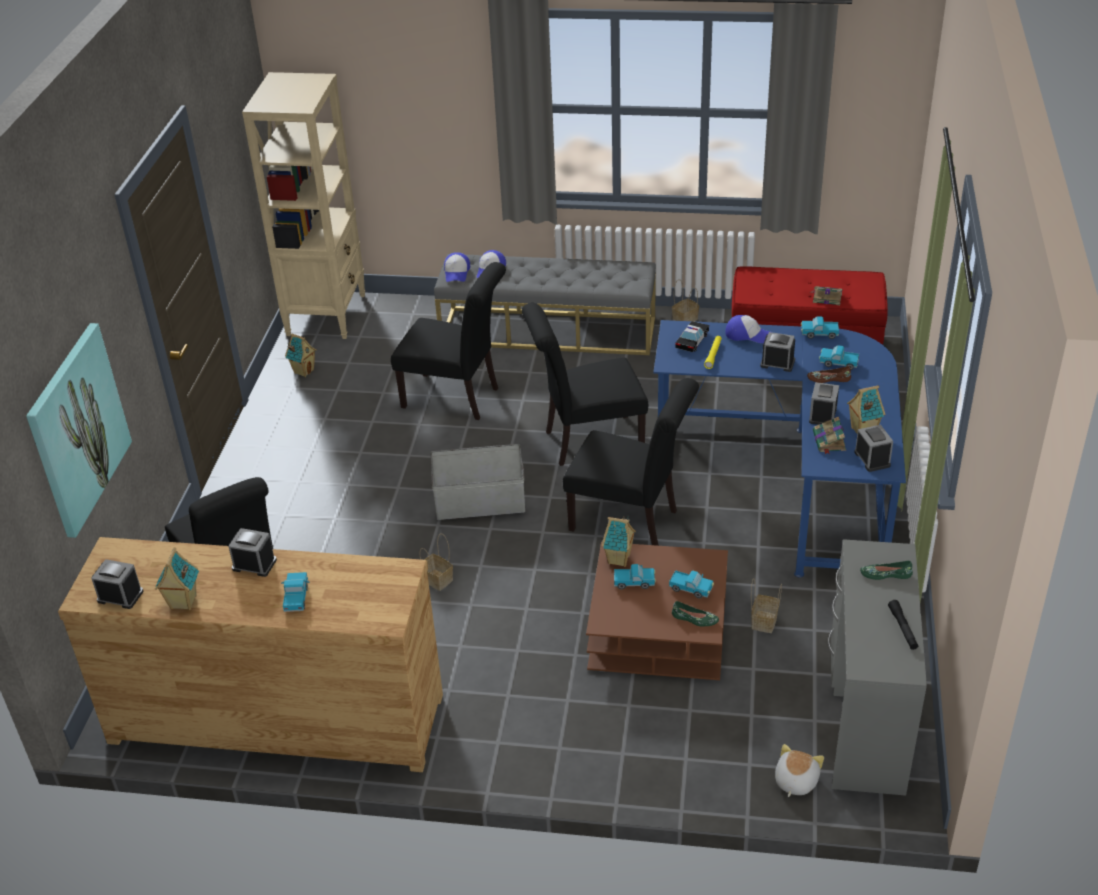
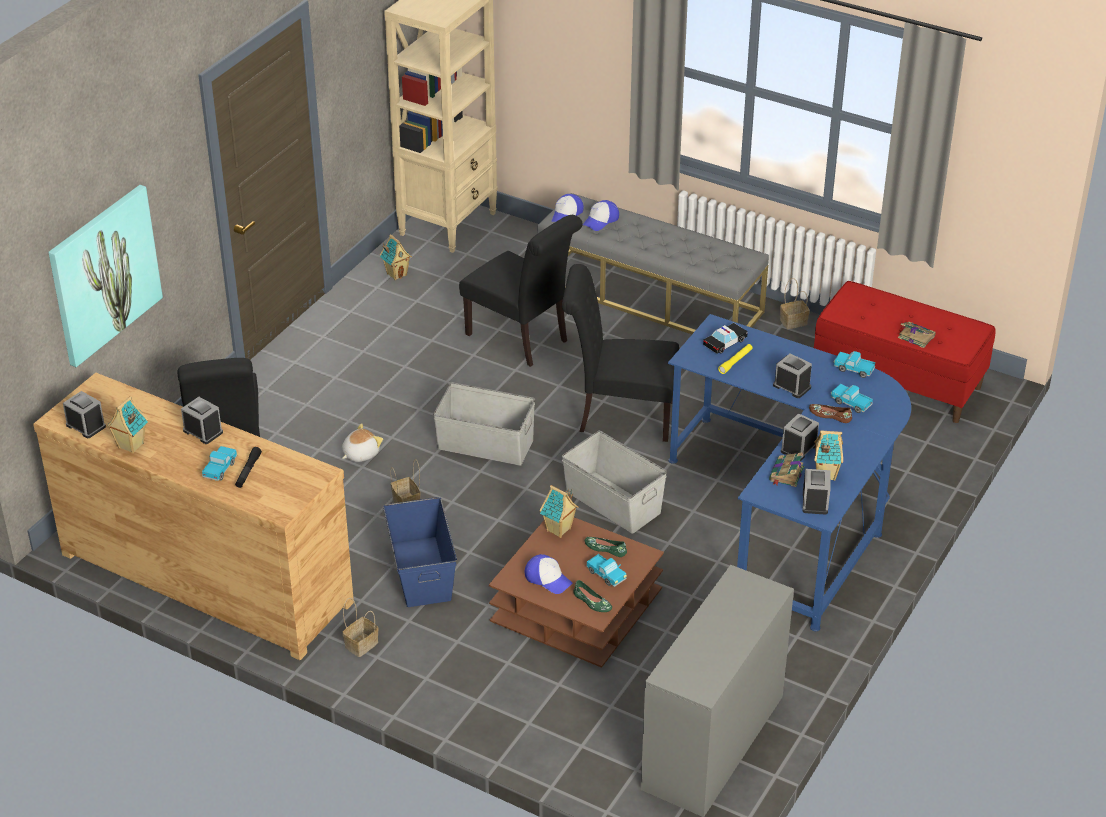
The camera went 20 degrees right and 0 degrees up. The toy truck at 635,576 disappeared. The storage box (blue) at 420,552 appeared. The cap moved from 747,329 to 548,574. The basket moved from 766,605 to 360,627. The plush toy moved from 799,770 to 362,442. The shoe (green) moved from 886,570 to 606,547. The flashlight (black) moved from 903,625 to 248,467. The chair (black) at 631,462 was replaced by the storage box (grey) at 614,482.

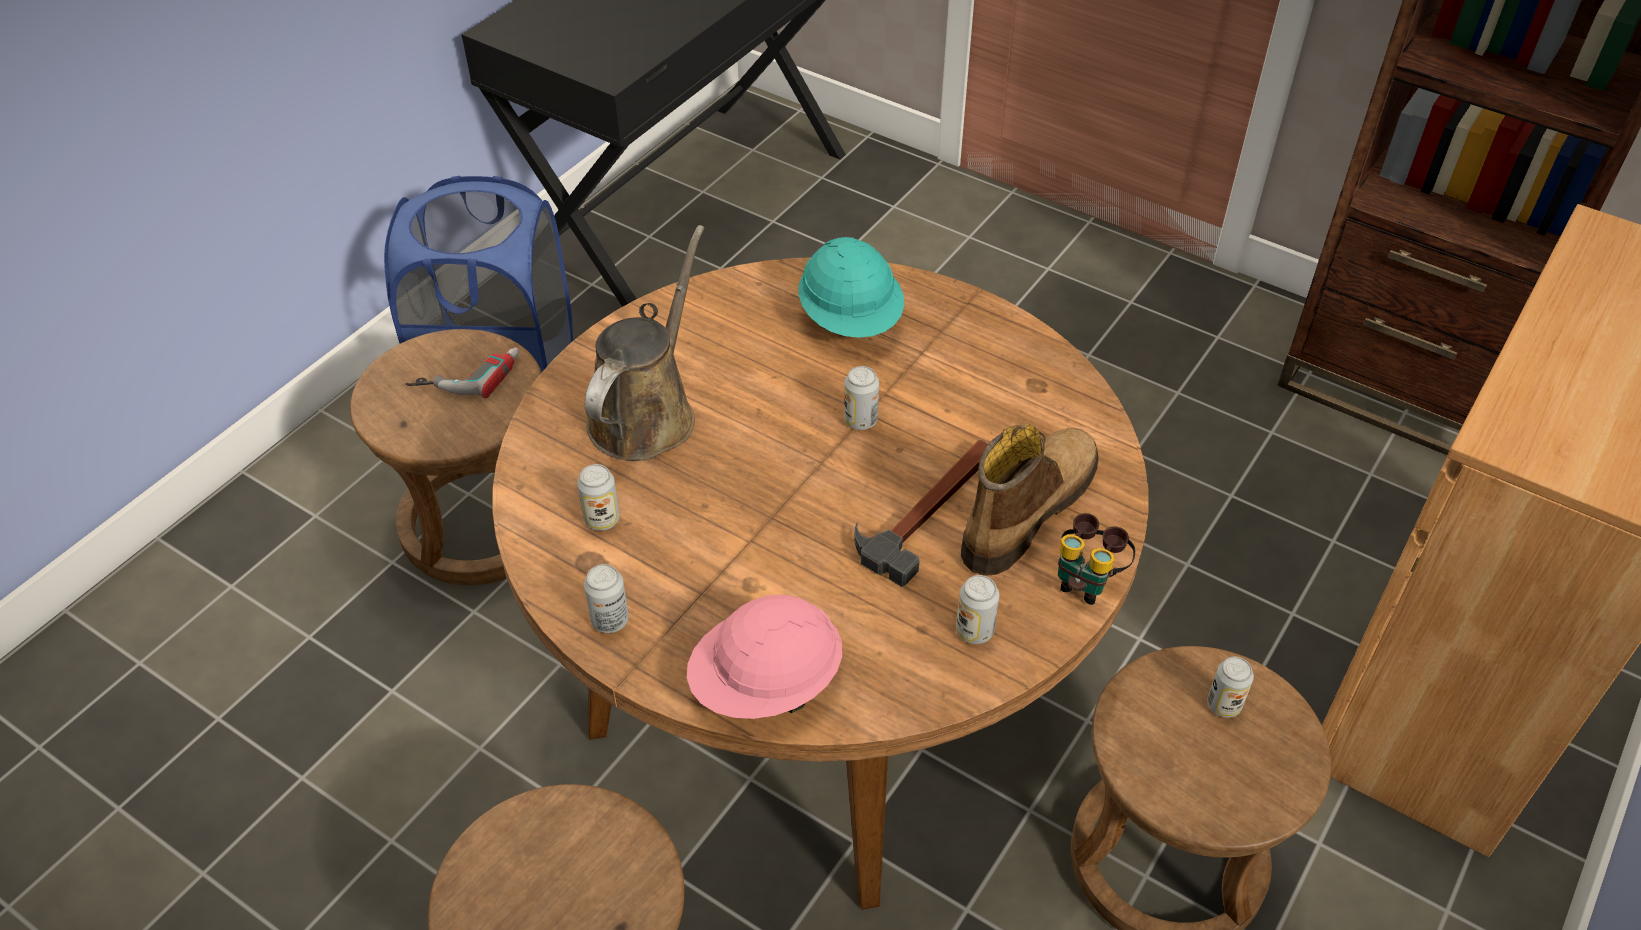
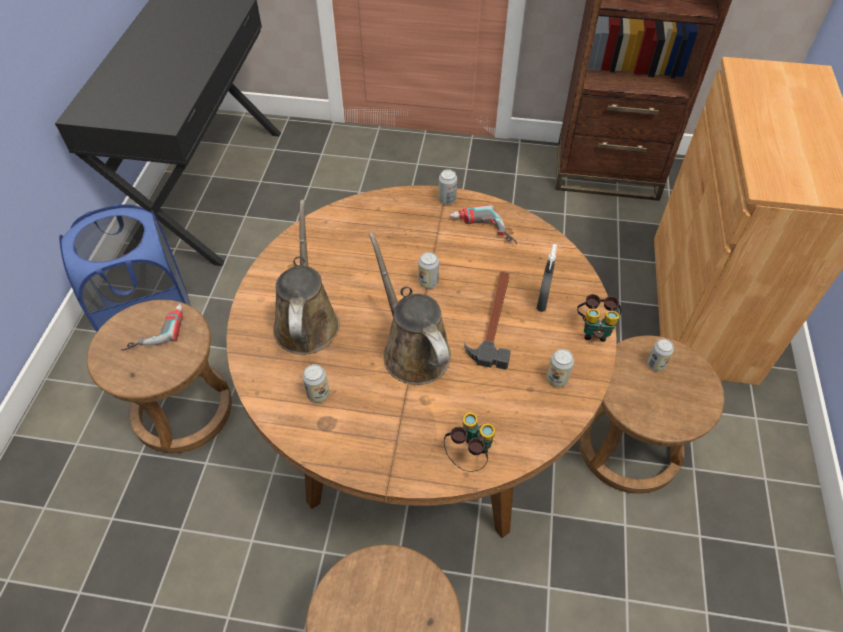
The camera went 25 degrees left and 5 degrees up. The hard hat (turquoise) at 851,287 disappeared. The watering can (brown) at 410,308 appeared. The power drill at 483,225 appeared. The can moved from 606,598 to 447,187. The hard hat (pink) at 764,657 was replaced by the binoculars at 469,442. The boot at 1030,500 was replaced by the spray bottle (grey) at 546,278.

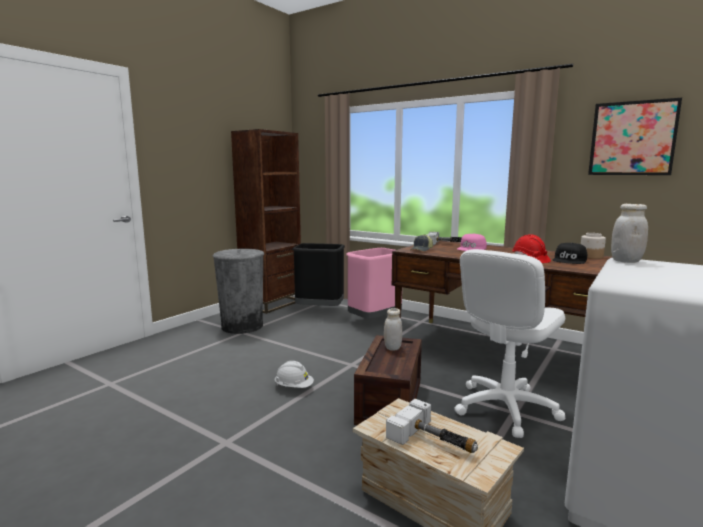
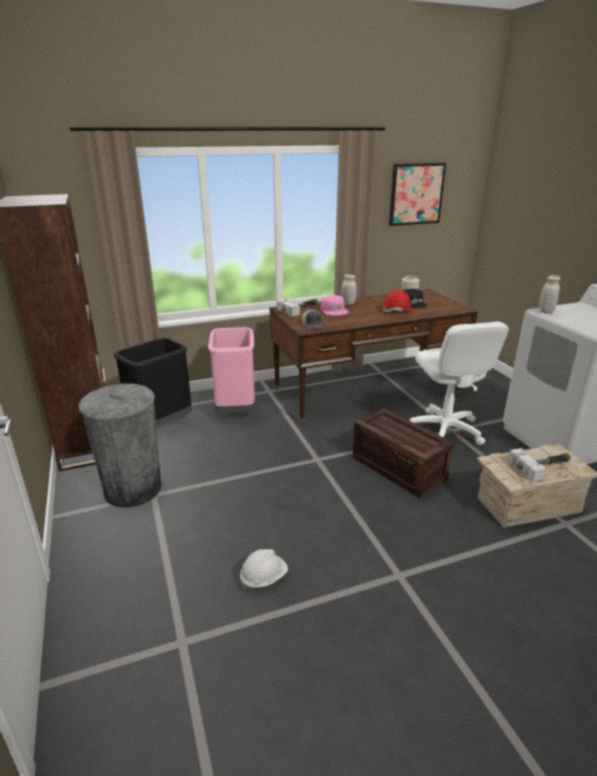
The camera went 55 degrees left and 15 degrees up. The hard hat (white) moved from 294,374 to 264,569. The jar (white) moved from 393,329 to 349,289.

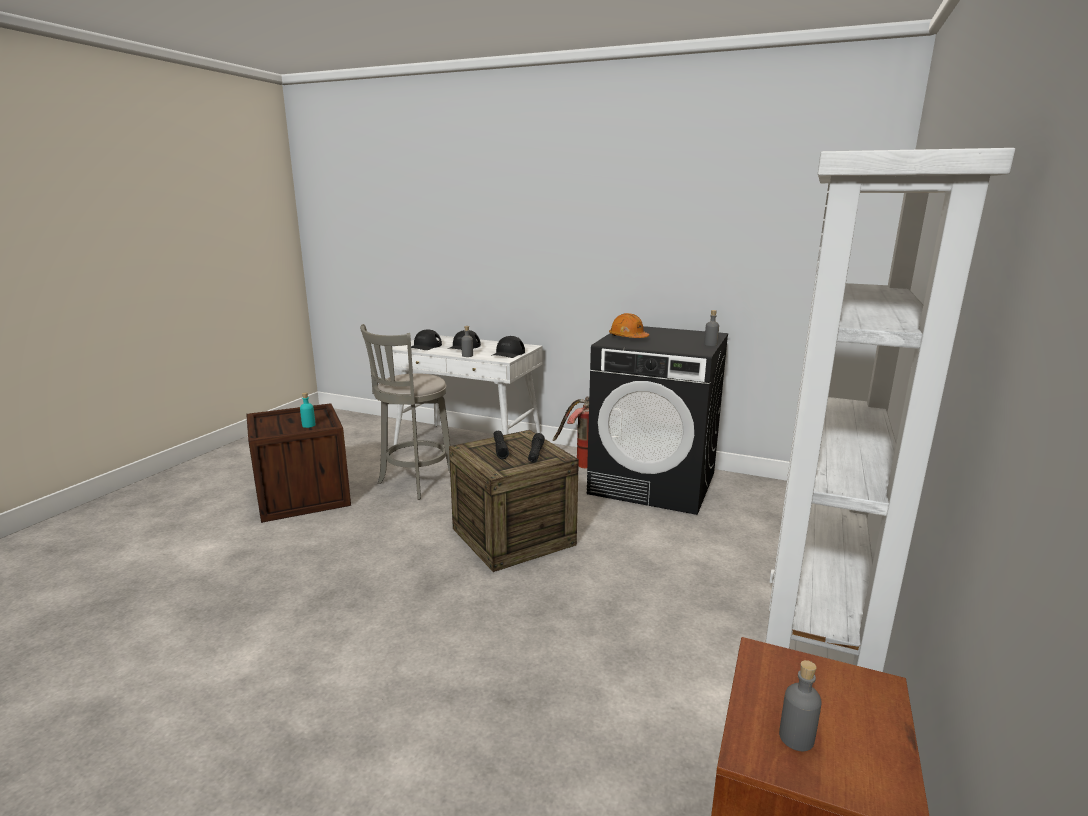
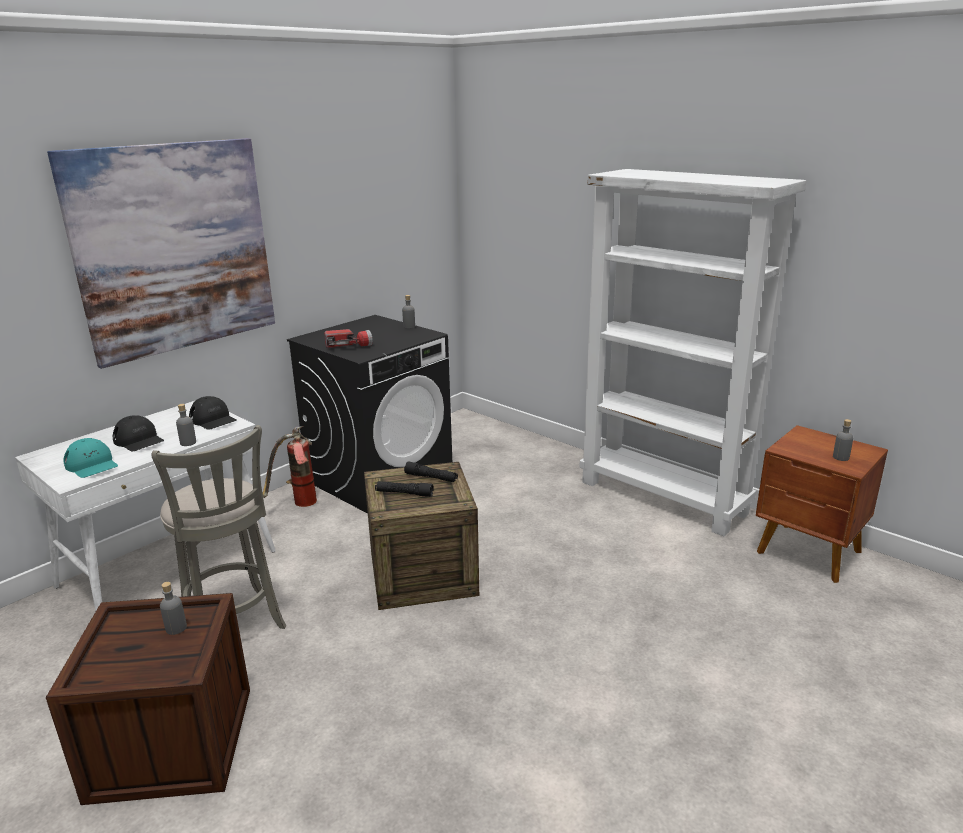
The camera went 70 degrees left and 5 degrees up. The picture at 161,253 appeared. The hard hat (orange) at 629,325 was replaced by the flashlight at 348,338. The bottle (turquoise) at 308,410 became the bottle (grey) at 173,608. The cap (black) at 426,339 became the cap (turquoise) at 90,458.

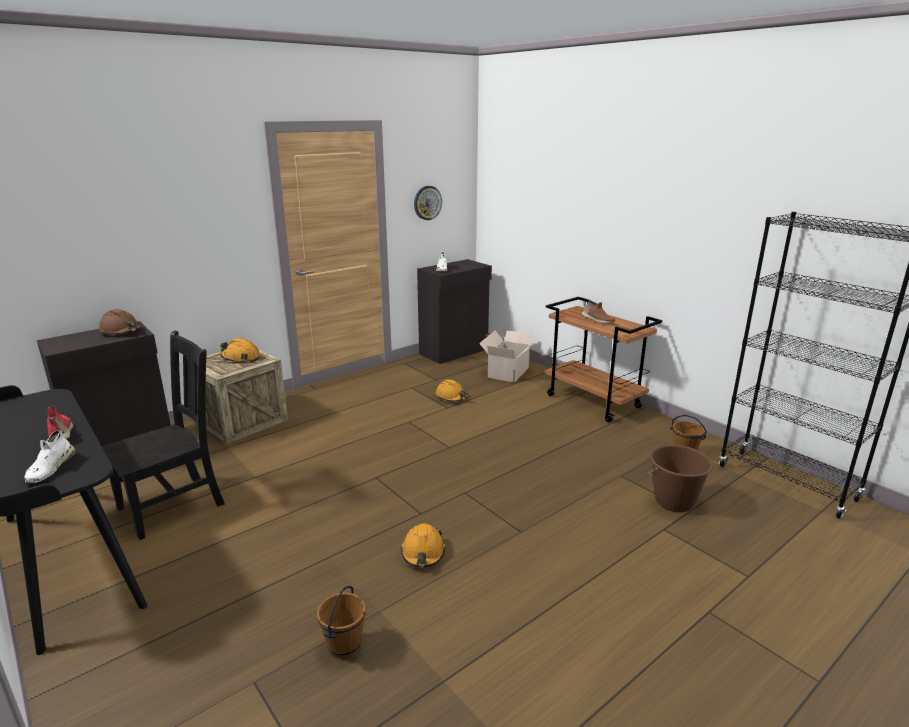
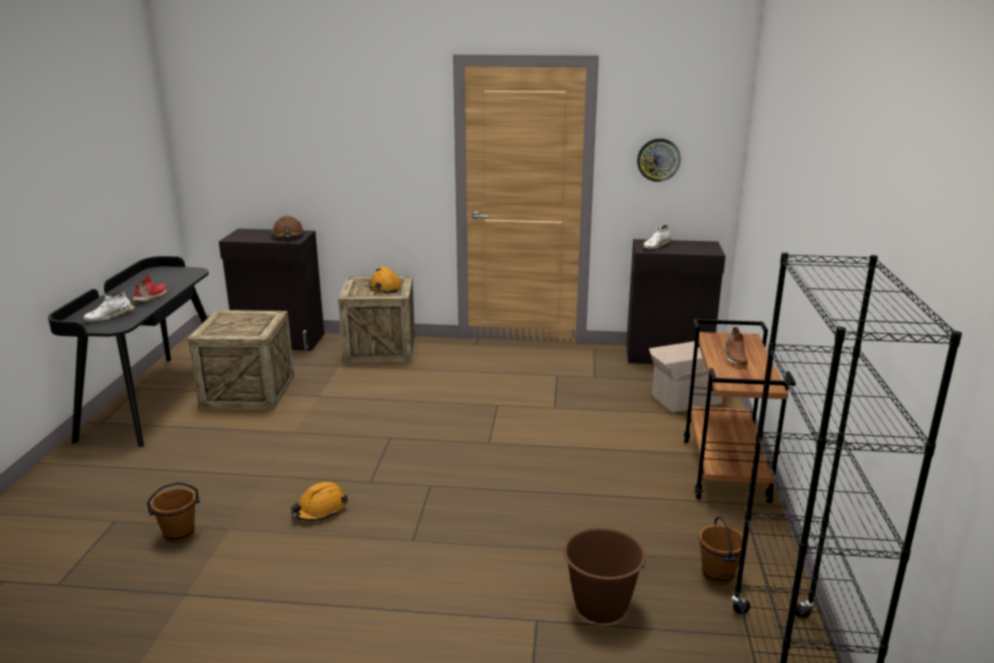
The camera went 45 degrees right and 0 degrees up. The hard hat (orange) at 451,391 disappeared. The chair (black) at 163,435 was replaced by the crate at 241,360.

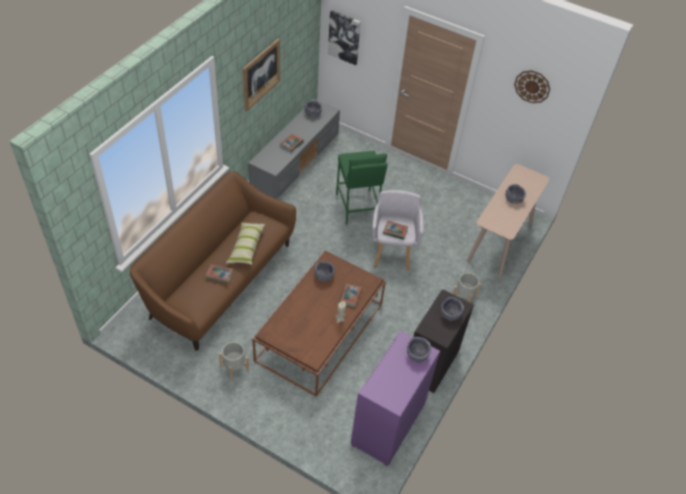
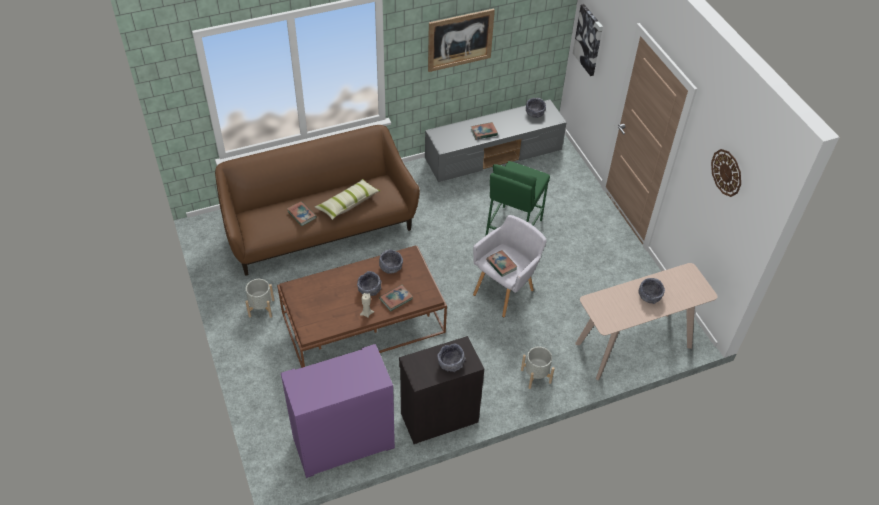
The camera went 40 degrees right and 0 degrees up. The bowl (grey) moved from 419,350 to 369,283.

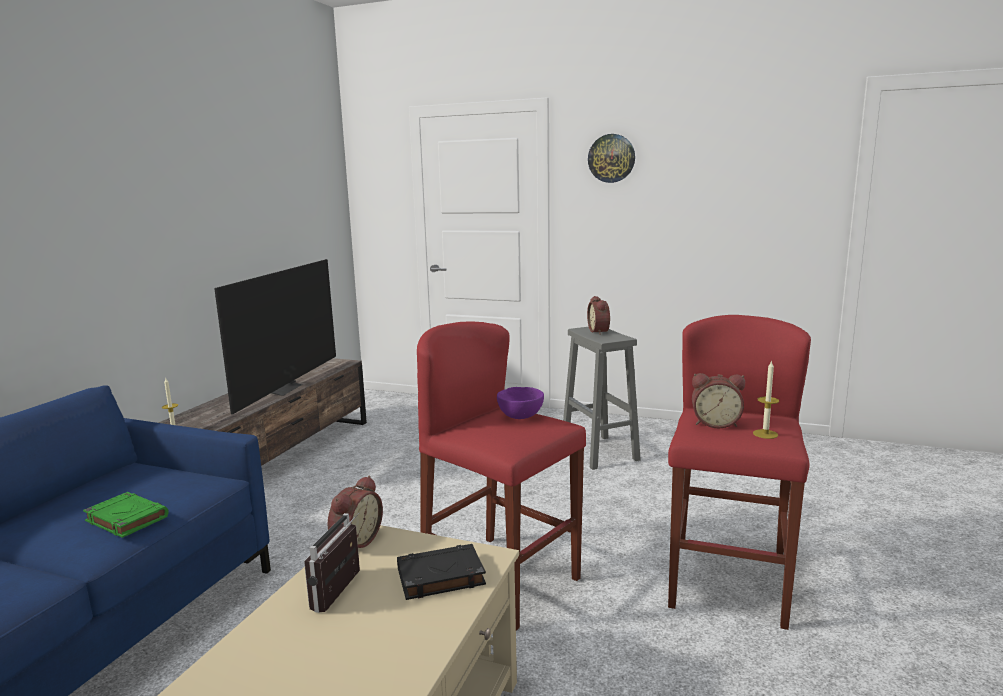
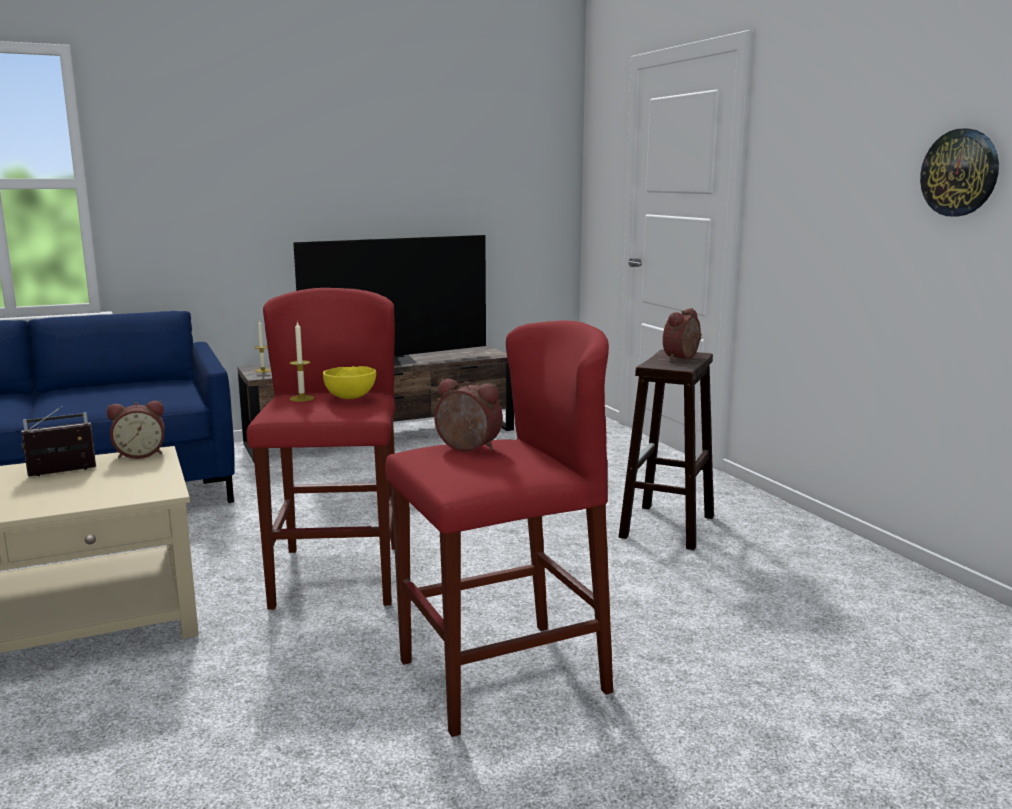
The camera went 45 degrees right and 0 degrees up. The book (green) at 126,515 disappeared. The book (black) at 441,572 disappeared. The wall clock moved from 611,158 to 959,173. The candle moved from 766,399 to 301,361. The bowl (purple) at 520,403 became the bowl (yellow) at 349,382. The stool (grey) at 602,398 became the stool (brown) at 666,450. The alarm clock at 718,400 turned 150 degrees clockwise.

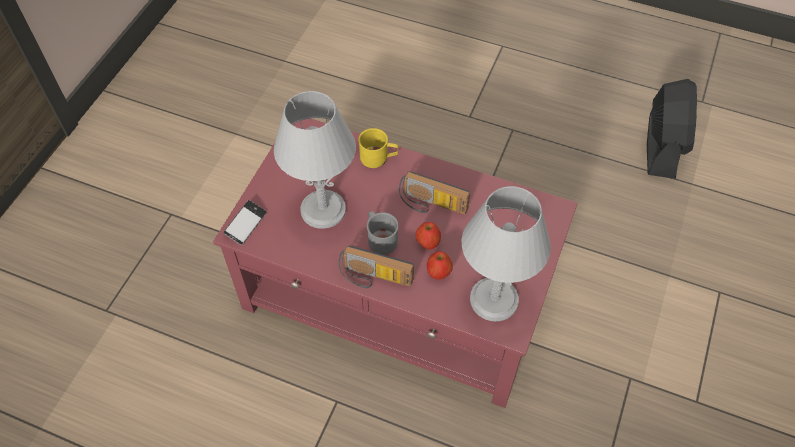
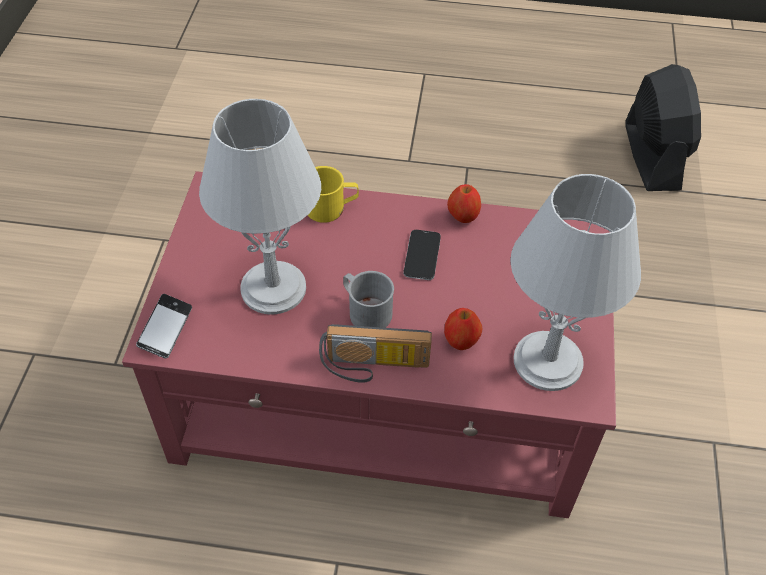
The camera went 15 degrees left and 5 degrees down. The apple moved from 428,235 to 464,203. The radio at 434,193 was replaced by the phone at 422,255.

